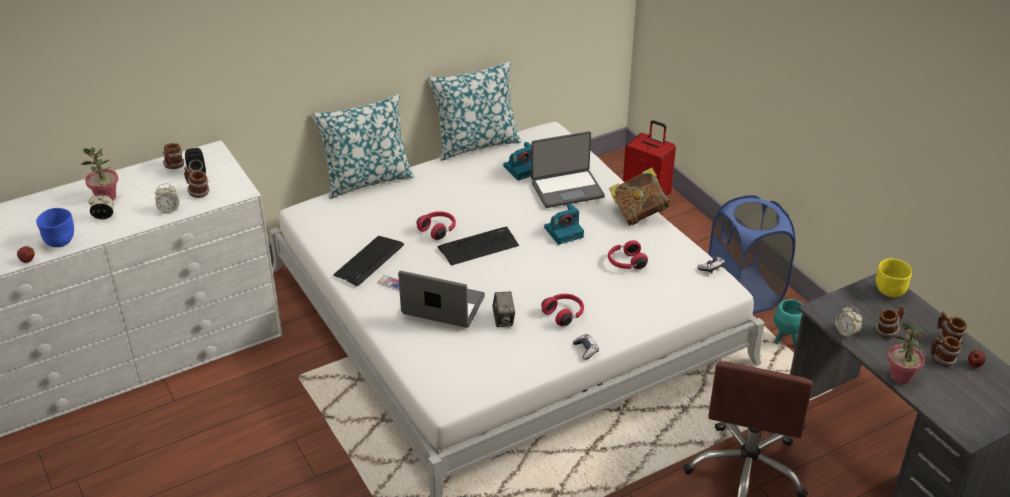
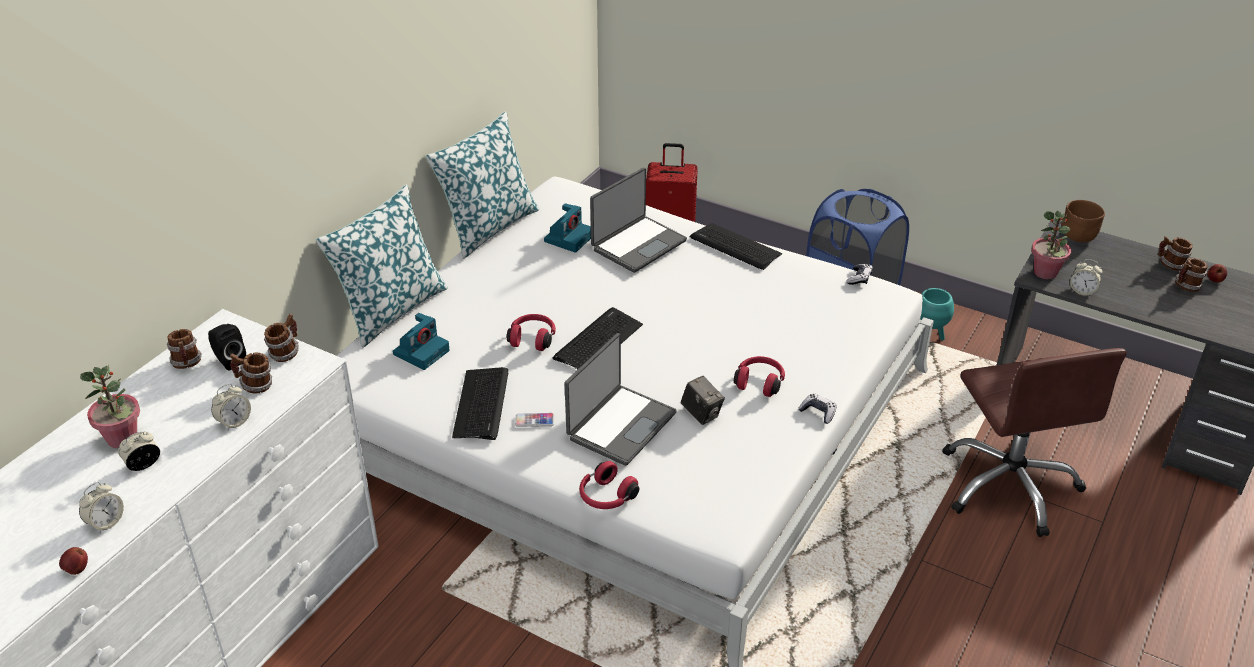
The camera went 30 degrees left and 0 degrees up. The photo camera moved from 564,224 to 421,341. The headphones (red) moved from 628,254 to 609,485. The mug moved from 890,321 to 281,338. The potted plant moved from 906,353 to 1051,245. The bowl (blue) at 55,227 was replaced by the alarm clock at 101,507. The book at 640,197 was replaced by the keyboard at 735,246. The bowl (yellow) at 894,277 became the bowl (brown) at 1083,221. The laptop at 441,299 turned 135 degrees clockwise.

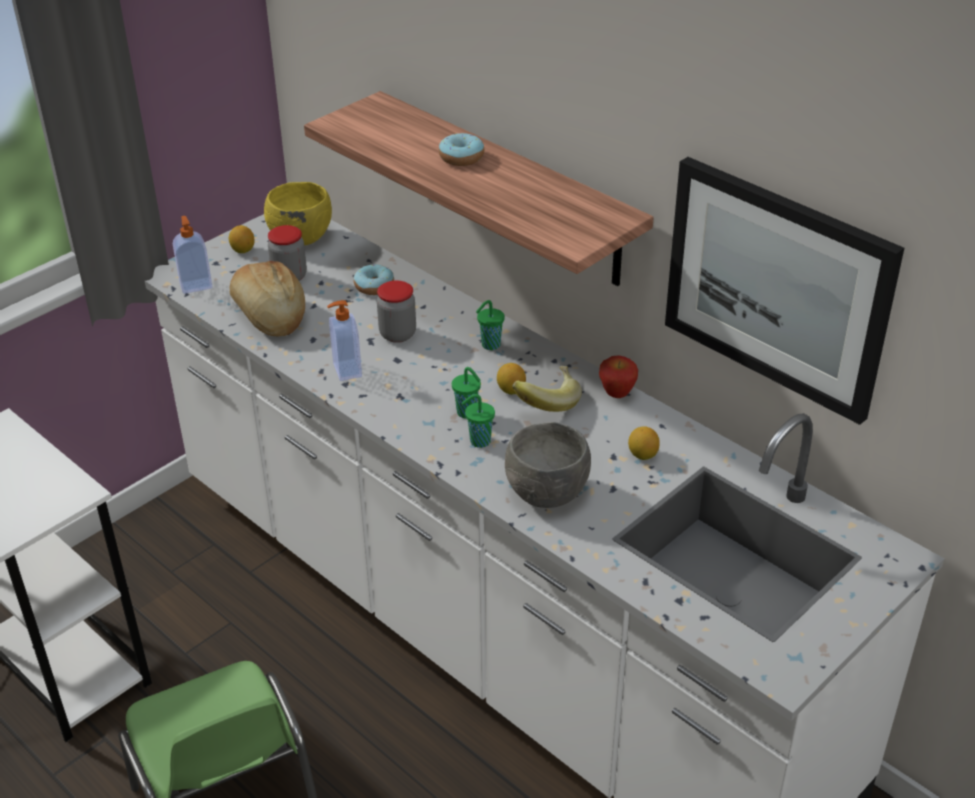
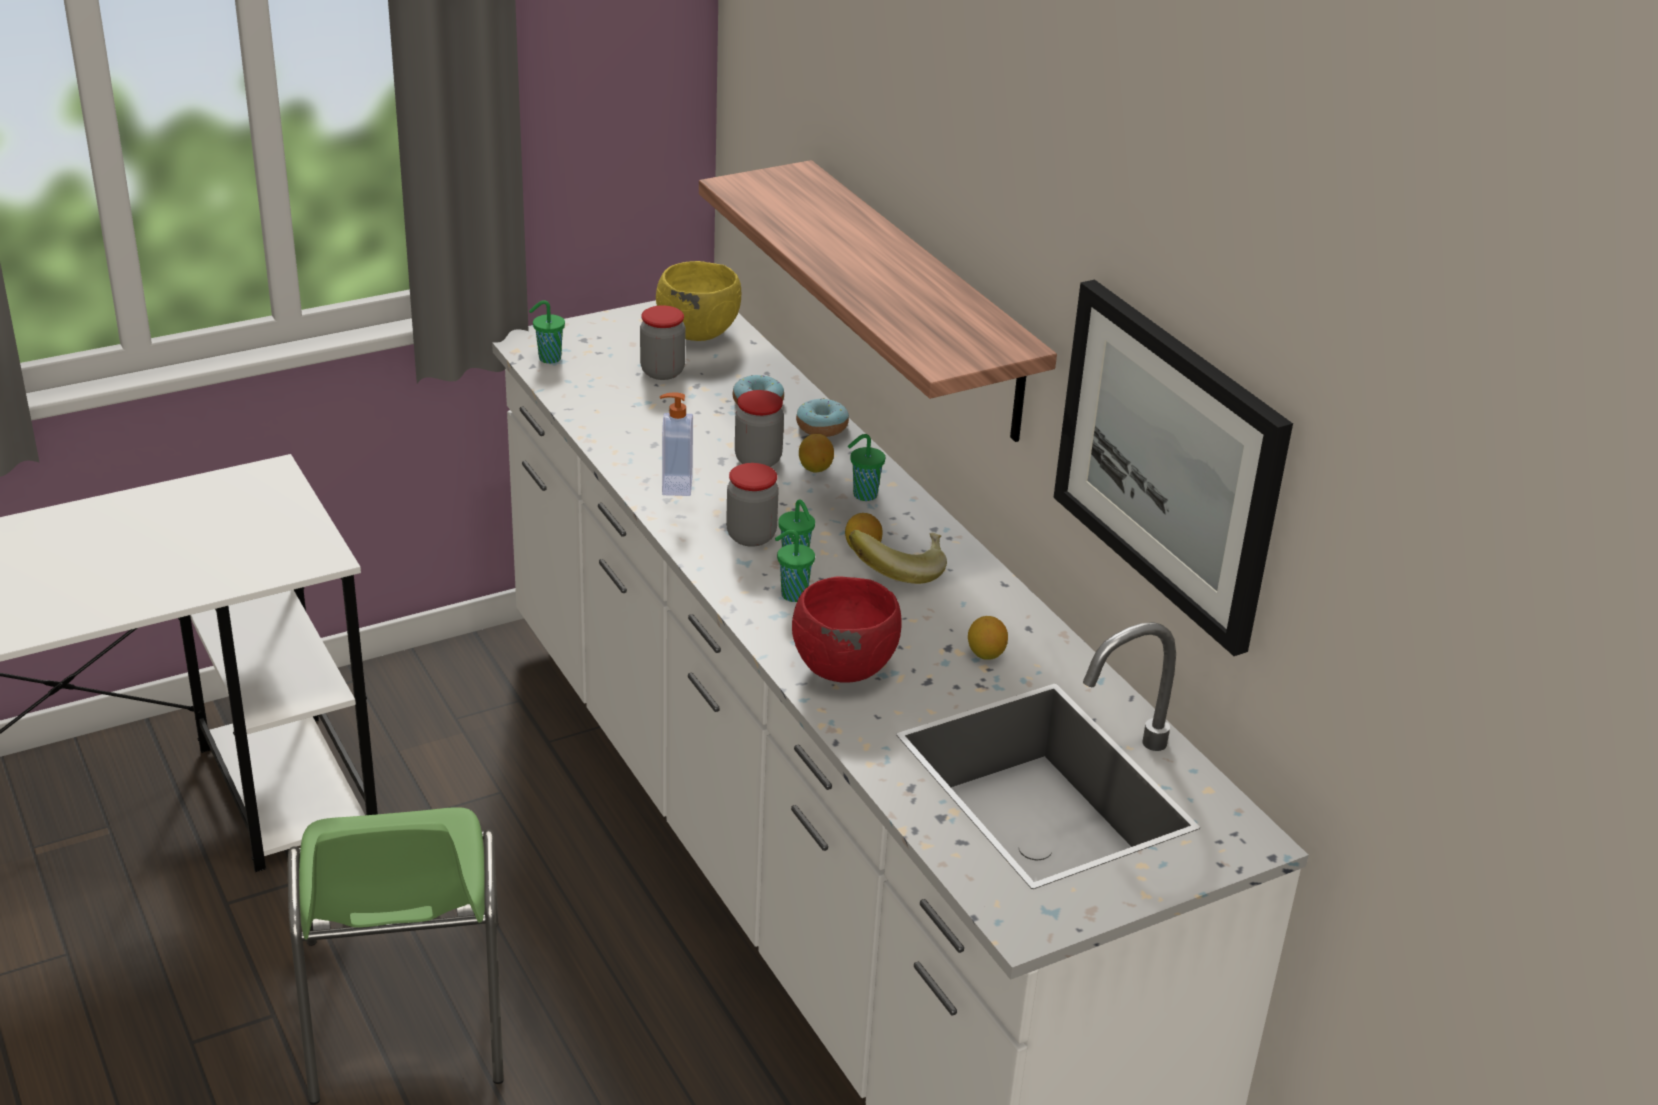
The camera went 15 degrees right and 5 degrees down. The bread at 267,298 disappeared. The apple at 618,376 disappeared. The jar at 752,505 appeared. The lemon moved from 241,239 to 816,453. The donut moved from 461,149 to 822,417. The soap dispenser at 193,255 was replaced by the cup (green) at 547,332. The bowl (grey) at 548,465 became the bowl (red) at 847,629.

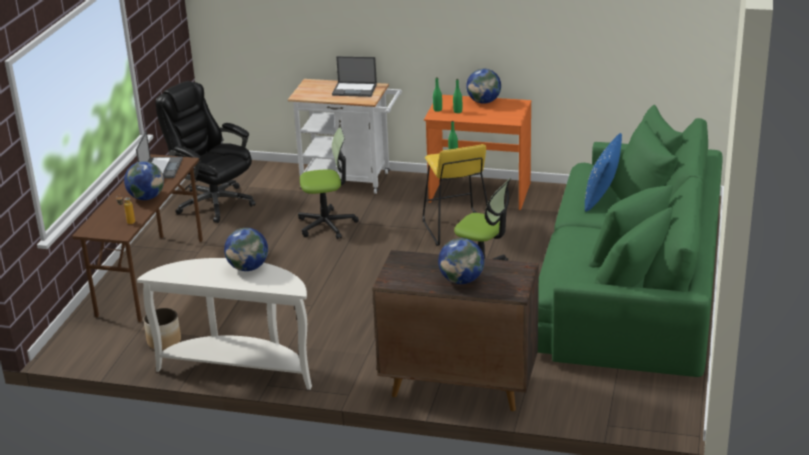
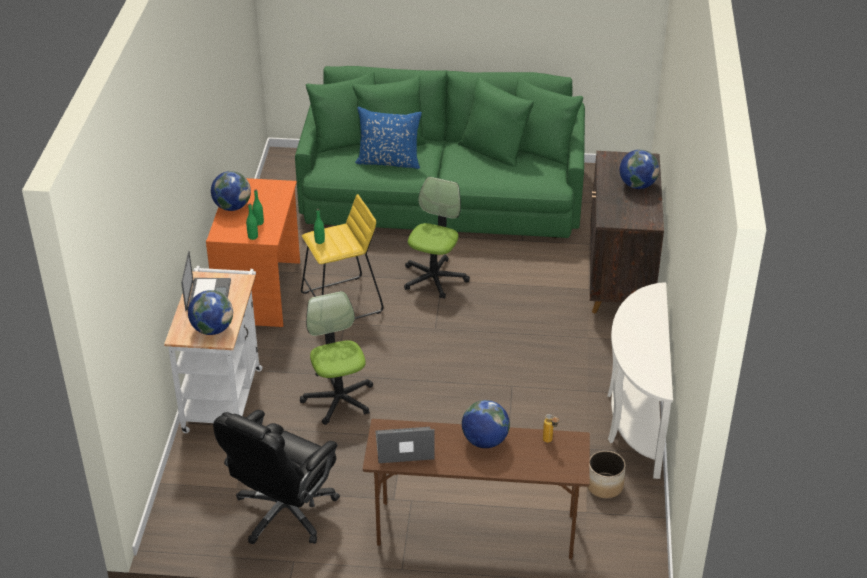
The camera went 100 degrees left and 10 degrees up. The globe moved from 246,249 to 210,312.

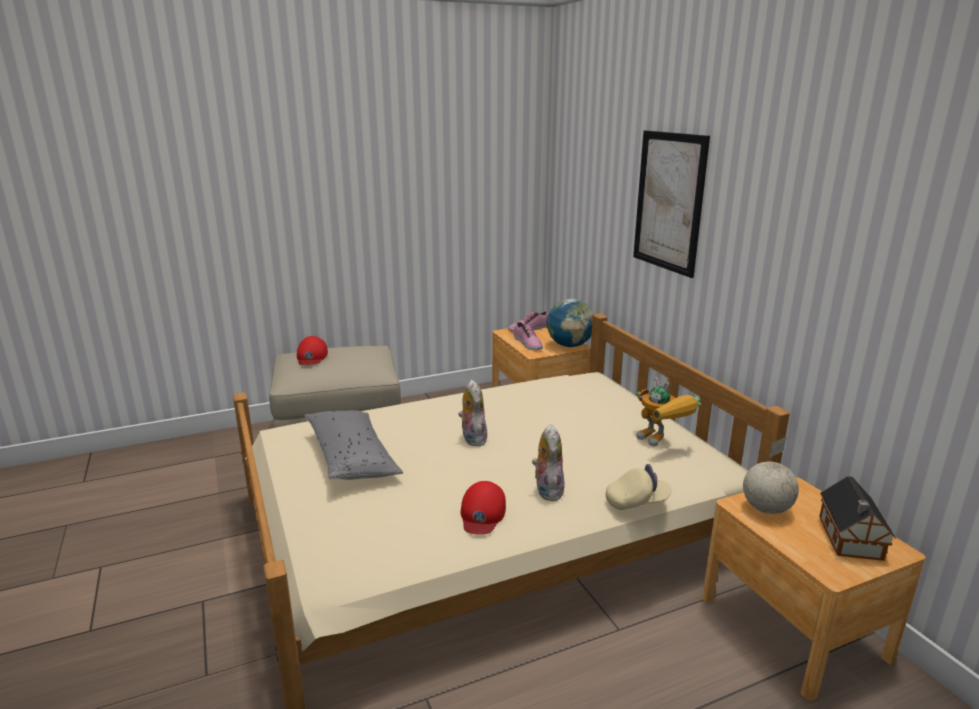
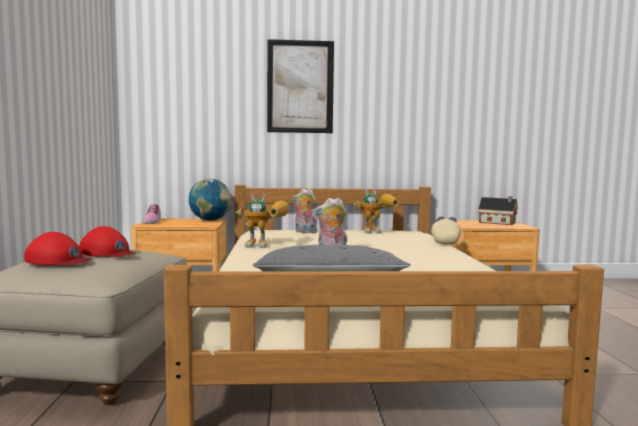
The camera went 70 degrees left and 15 degrees down. The shoe at 528,336 disappeared. The globe at 771,475 disappeared. The toy robot at 262,220 appeared. The cap (red) moved from 483,508 to 107,241. The plush toy moved from 548,462 to 304,211.

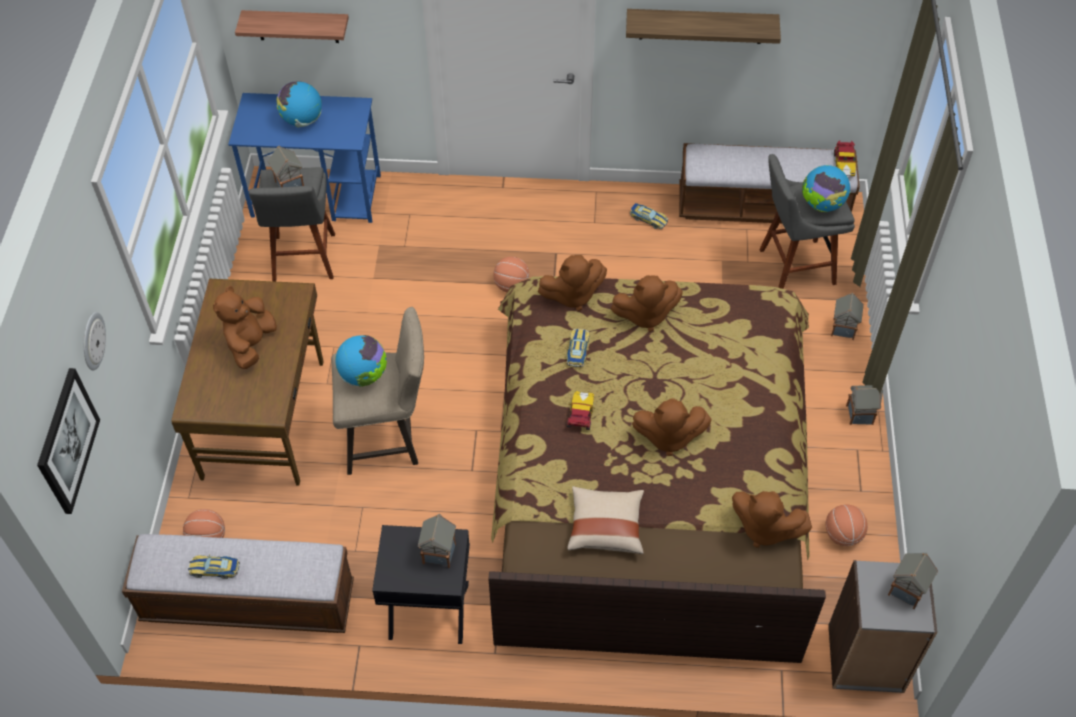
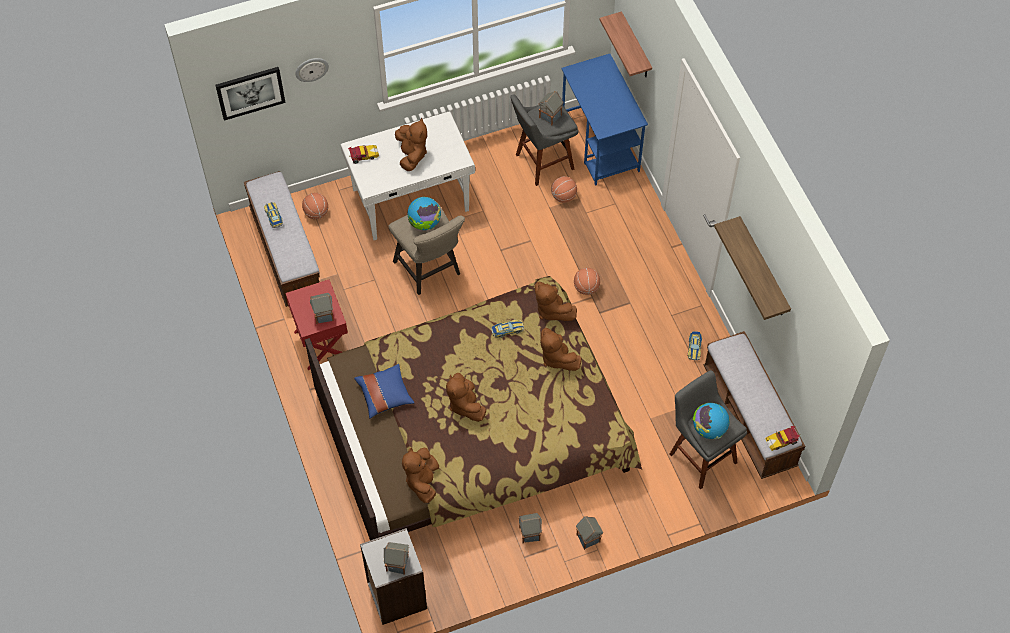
The camera went 65 degrees right and 5 degrees up. The globe at 299,104 disappeared. The toy car moved from 581,410 to 363,154. The basketball moved from 847,525 to 564,189. The toy house moved from 847,316 to 530,528. The desk (brown) at 247,382 became the desk (white) at 408,175. The nightstand (black) at 421,584 became the nightstand (red) at 316,325. The pillow (beige) at 605,520 became the pillow (blue) at 384,391. The plush toy (brown) at 245,327 turned 90 degrees clockwise.

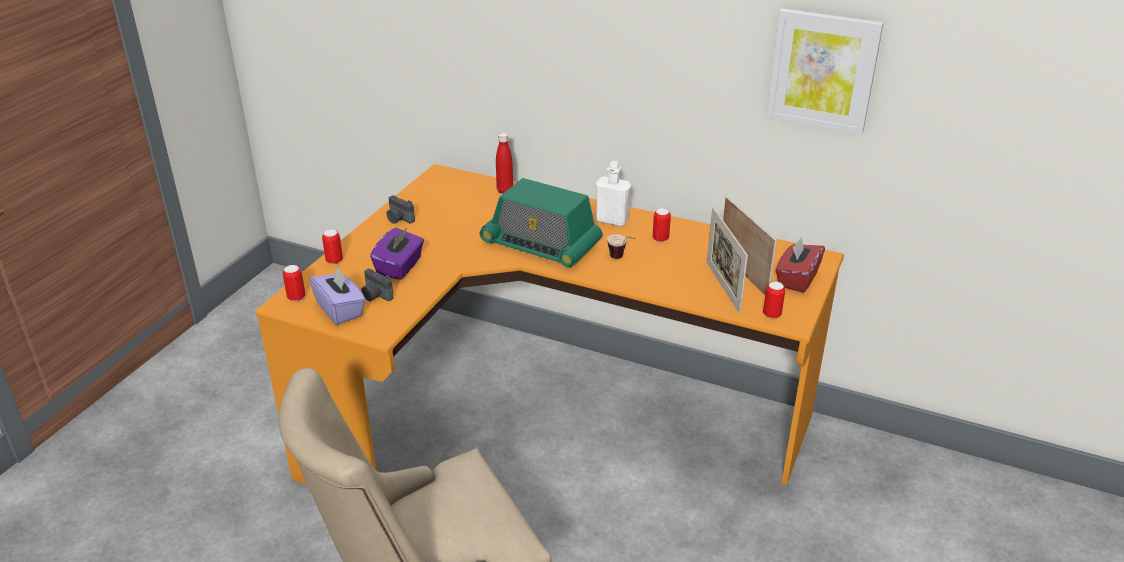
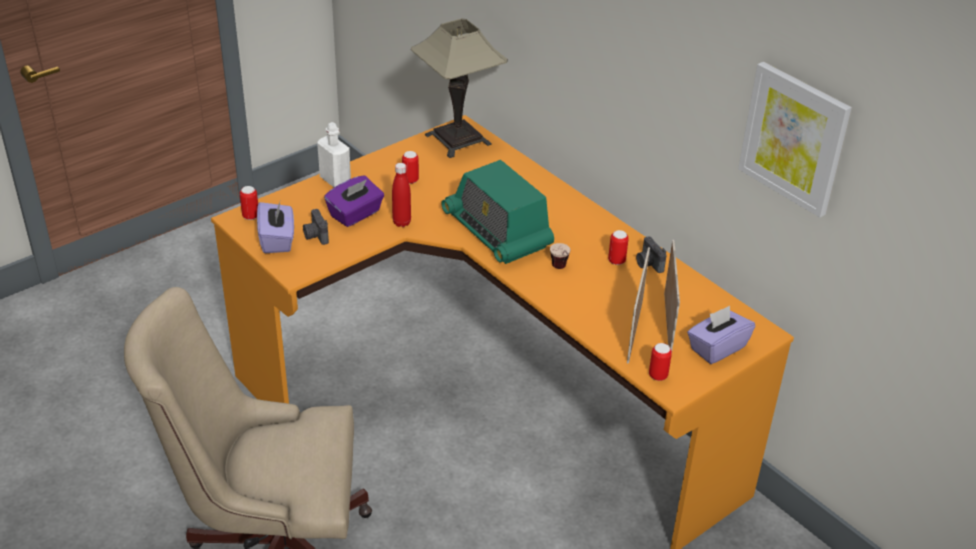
The camera went 25 degrees right and 5 degrees up. The table lamp at 459,88 appeared. The can moved from 332,246 to 410,167. The photo camera moved from 401,209 to 651,254. The bottle (red) moved from 504,163 to 401,195. The bottle (white) moved from 613,194 to 334,154. The tissue box (red) at 800,264 became the tissue box (purple) at 721,335.

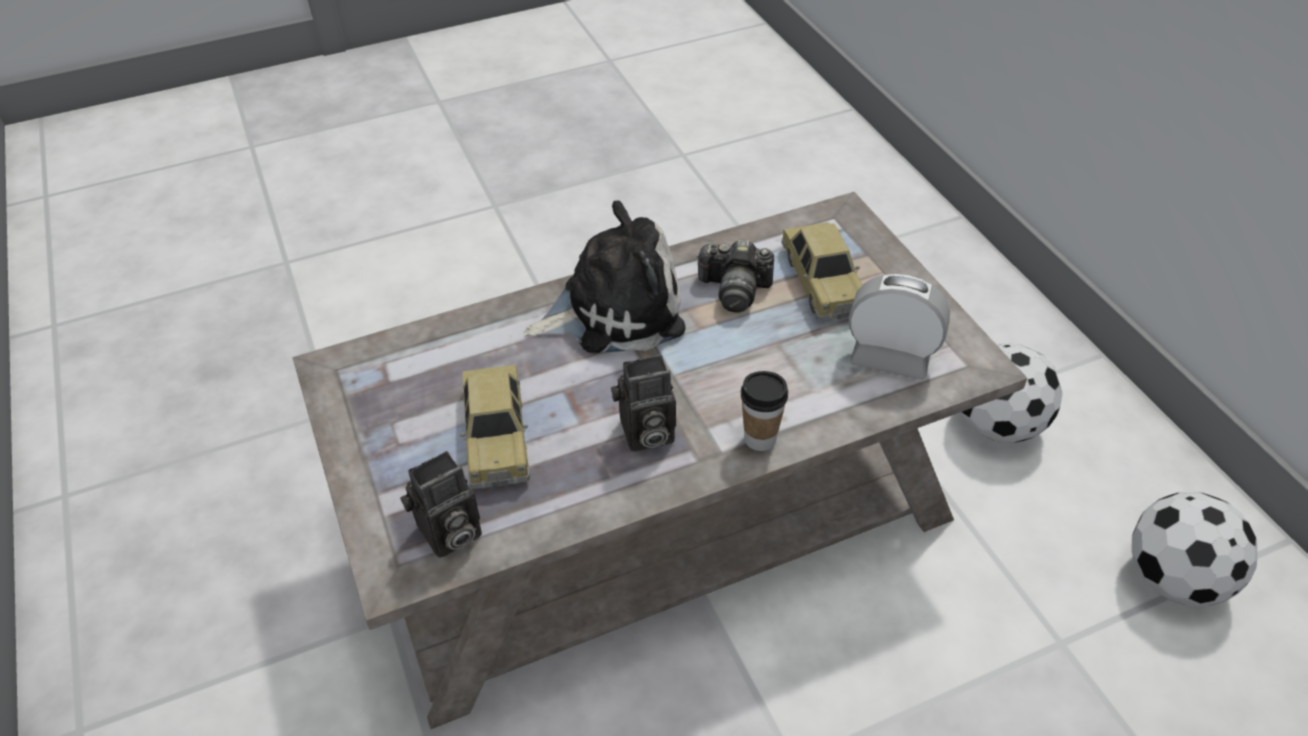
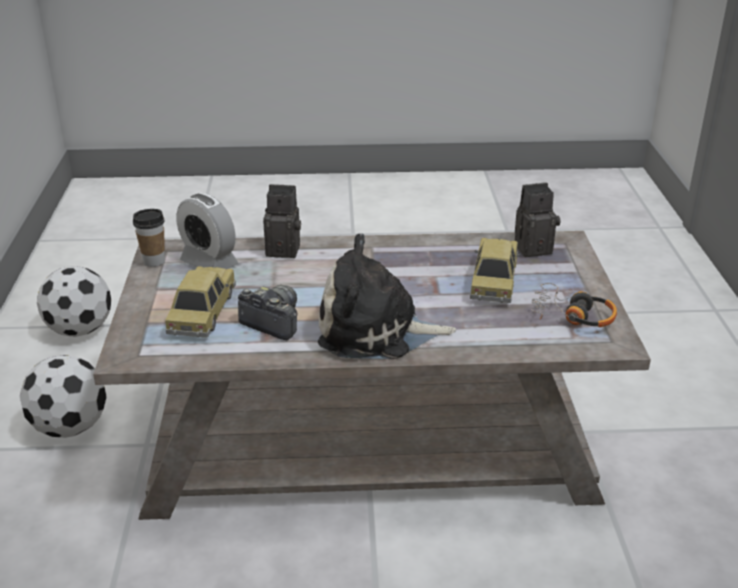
The camera went 160 degrees left and 15 degrees down. The headphones at 574,305 appeared. The photo camera moved from 643,403 to 282,221. The cup moved from 764,411 to 149,238.

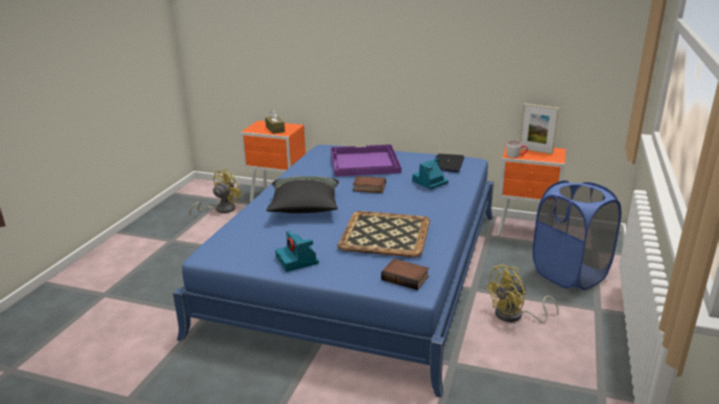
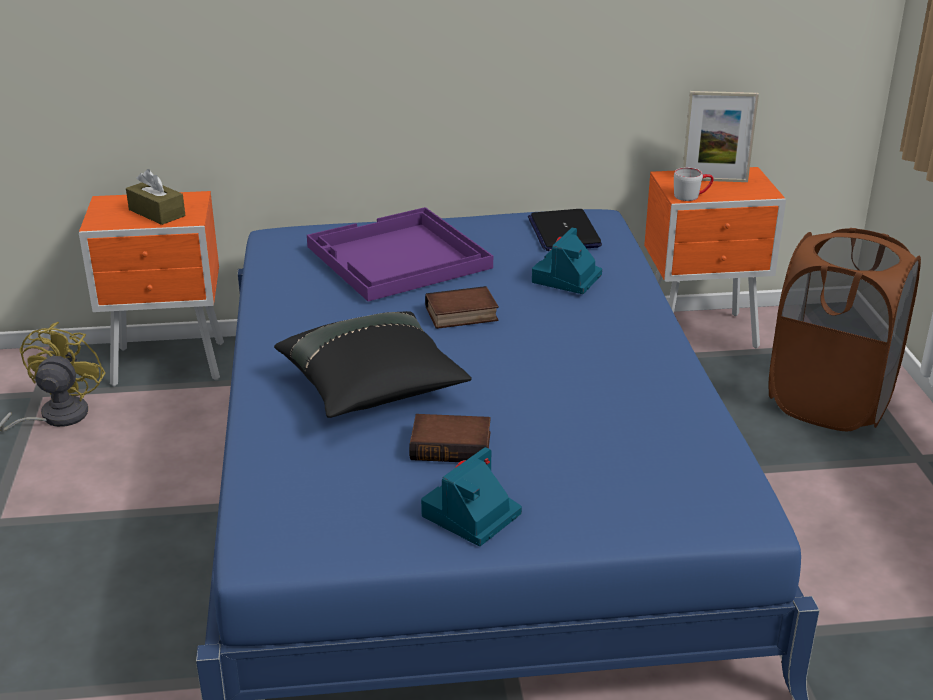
The camera went 25 degrees left and 5 degrees up. The tray at 383,234 disappeared. The fan (yellow) at 522,294 disappeared. The book moved from 405,274 to 450,438. The laundry basket (blue) at 576,235 became the laundry basket (brown) at 845,329. The photo camera at 297,251 turned 90 degrees clockwise.

